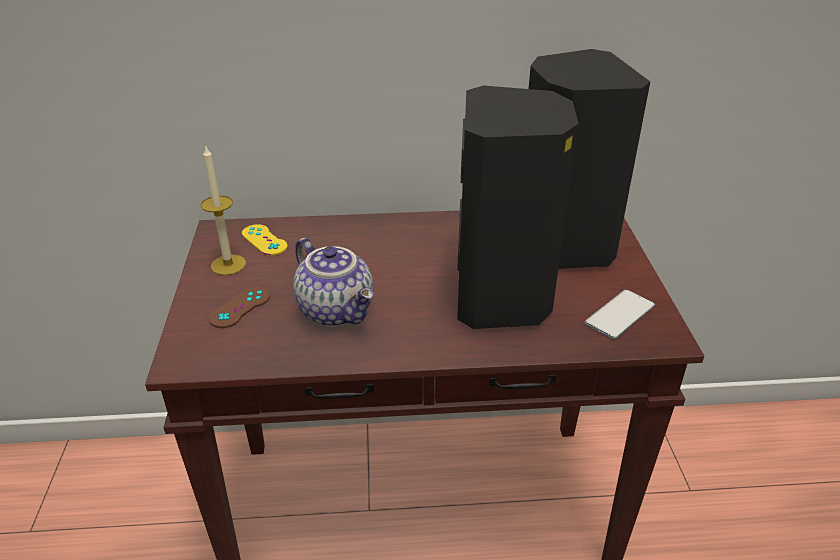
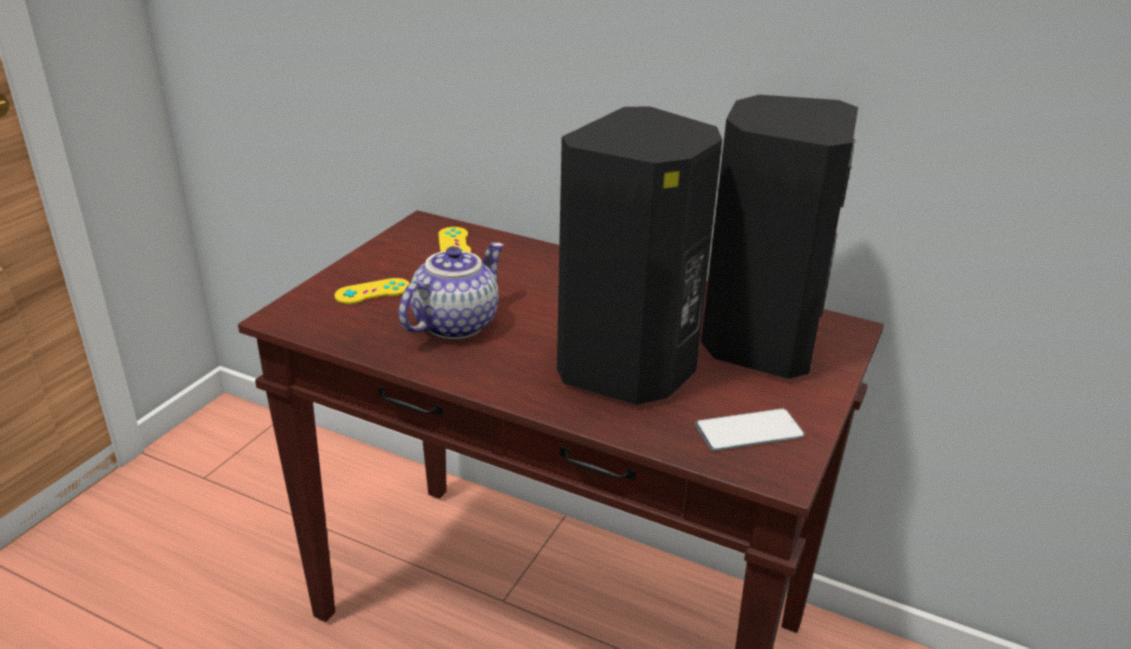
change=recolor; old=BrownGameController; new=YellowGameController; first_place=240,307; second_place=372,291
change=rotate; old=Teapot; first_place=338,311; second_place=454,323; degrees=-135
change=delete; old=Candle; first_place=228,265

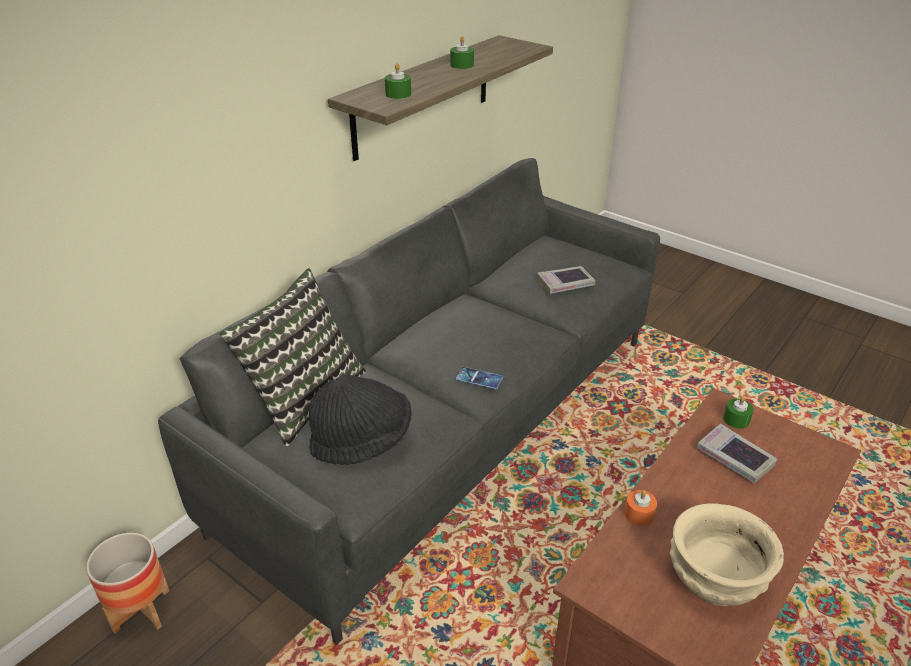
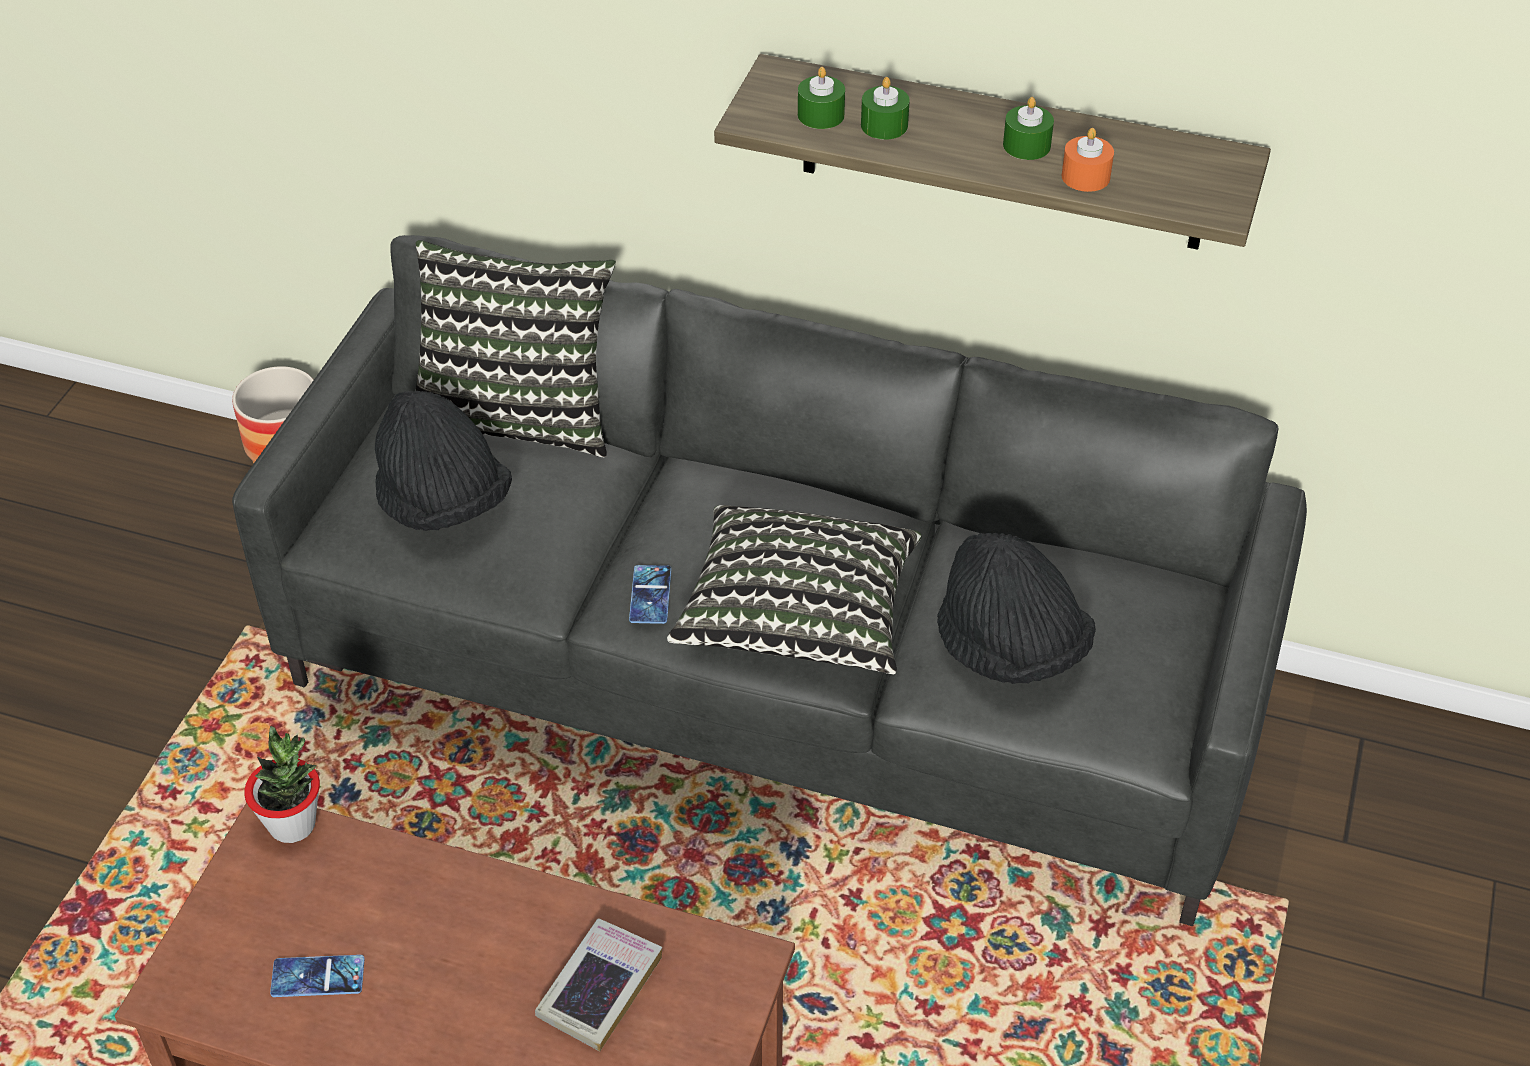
change=insert; new=PottedPlant; second_place=293,824
change=replace; old=BeigeBowl; new=Phone; first_place=713,577; second_place=318,976
change=insert; new=Pillow; second_place=798,619
change=move; old=GreenCandle; first_place=736,419; second_place=884,125
change=replace; old=Book; new=BlackHat; first_place=565,284; second_place=1010,648
change=move; old=OrangeCandle; first_place=639,514; second_place=1085,176

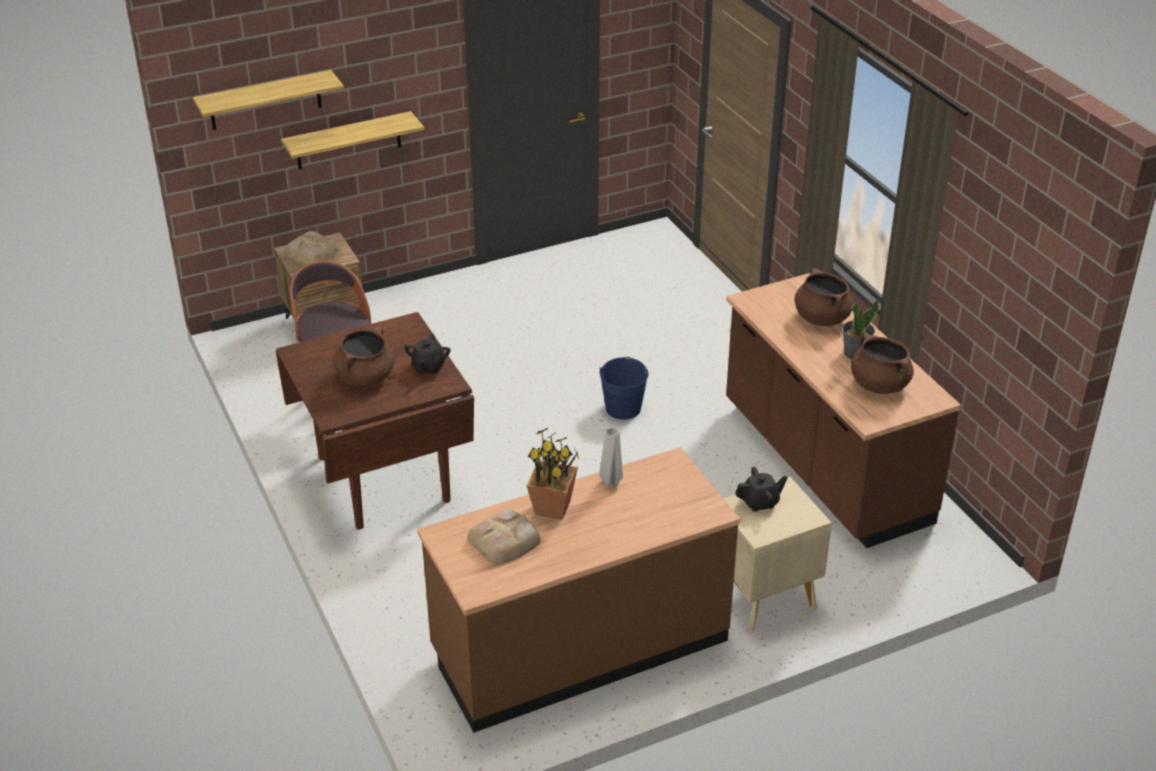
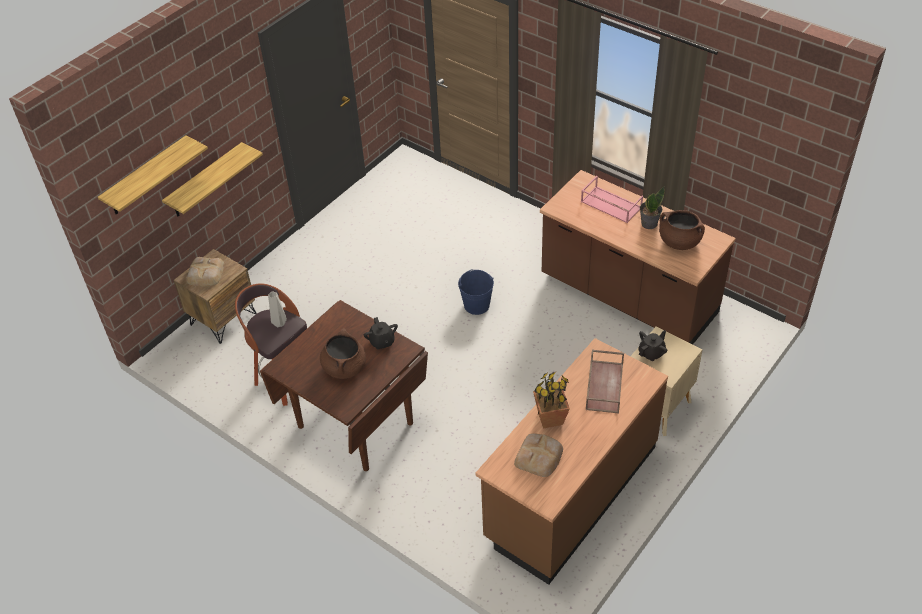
change=move; old=GreyVase; first_place=610,482; second_place=279,324
change=replace; old=BrownCookingPot; new=PinkTray; first_place=821,318; second_place=610,204
change=insert; new=BrownTray; second_place=603,386

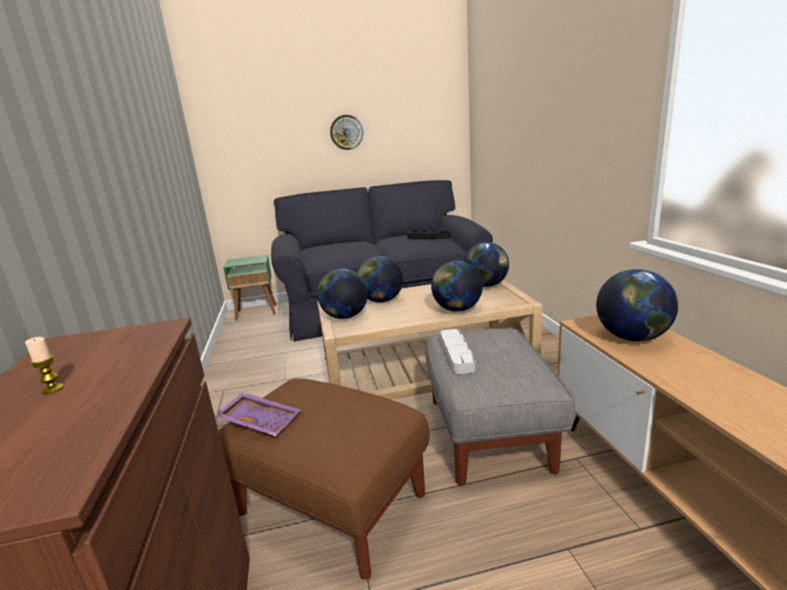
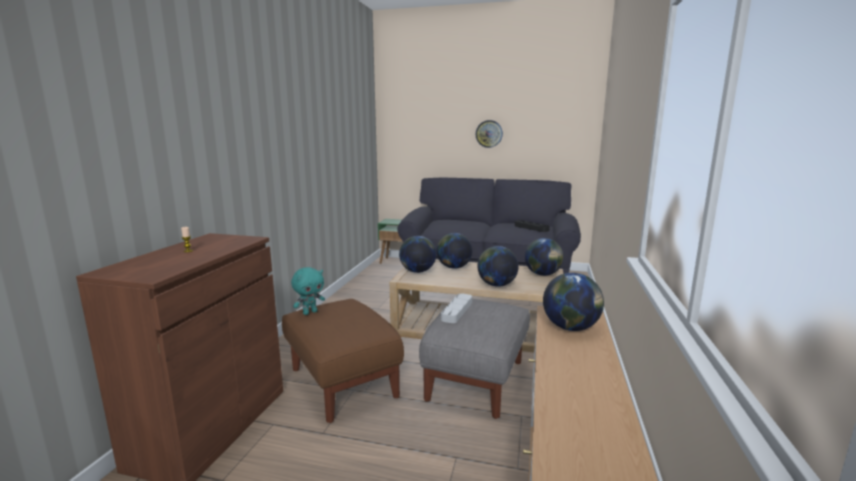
change=replace; old=PurpleTray; new=TurquoisePlushToy; first_place=261,421; second_place=310,312

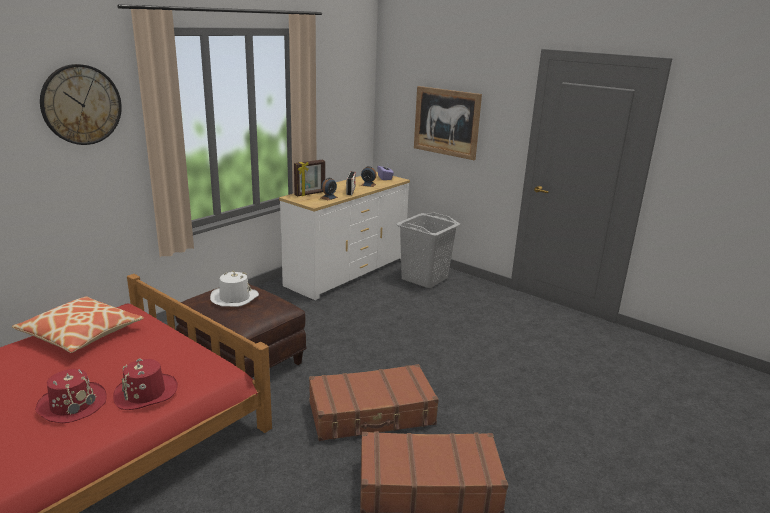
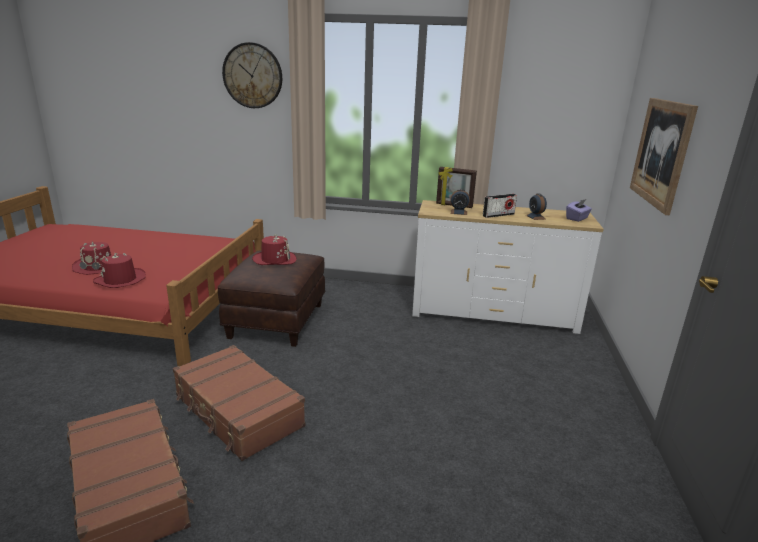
change=recolor; old=WhiteHat; new=RedHat; first_place=234,298; second_place=275,260
change=delete; old=Pillow; first_place=81,333
change=delete; old=GreyLaundryBasket; first_place=425,278

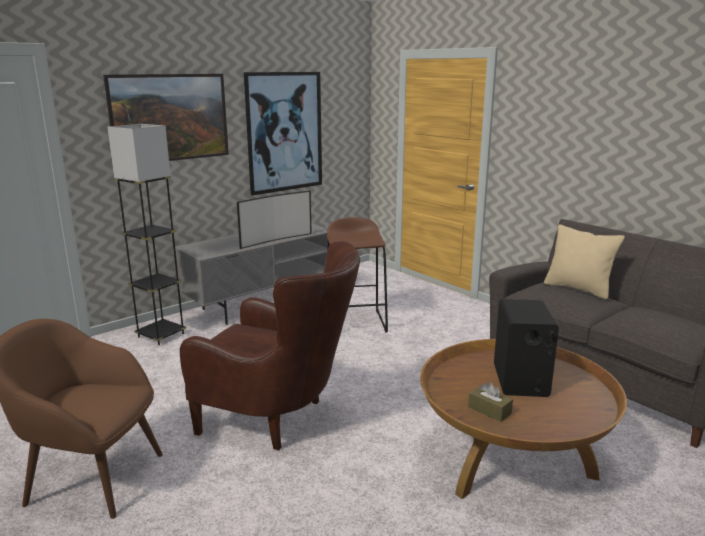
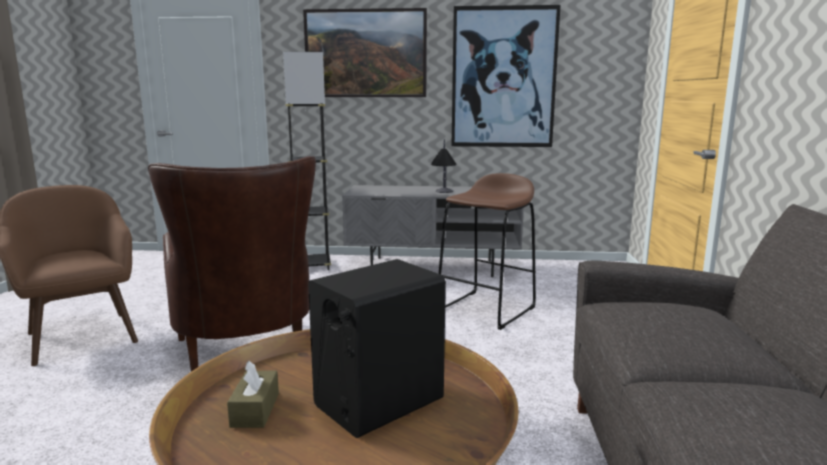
change=replace; old=Television; new=TableLamp; first_place=275,240; second_place=443,194
change=delete; old=BeigePillow; first_place=578,289

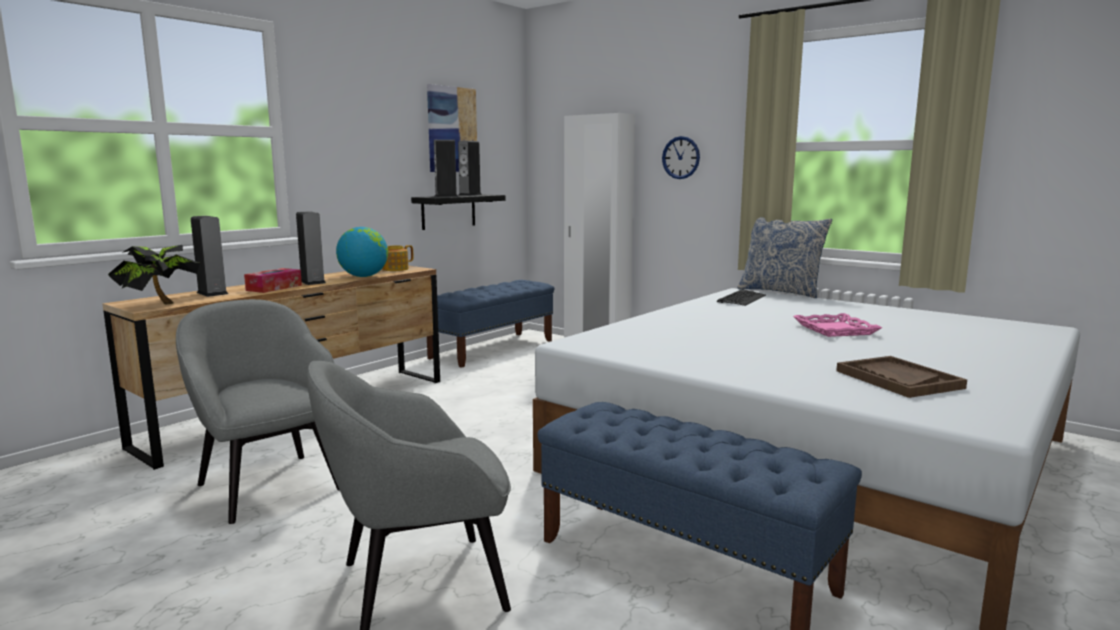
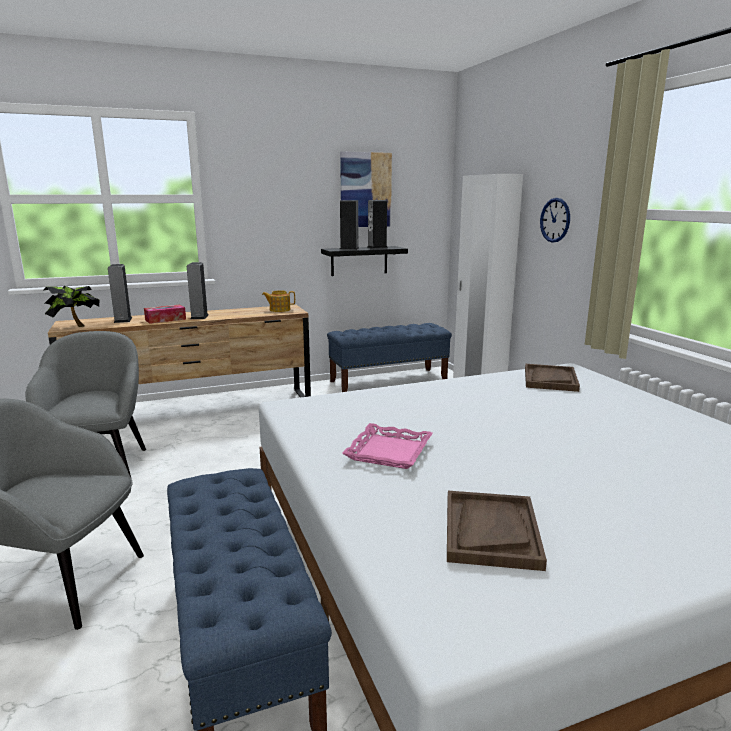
change=move; old=PinkTray; first_place=836,330; second_place=389,452
change=replace; old=Keyboard; new=BrownTray; first_place=741,299; second_place=550,379
change=delete; old=Globe; first_place=363,276
change=delete; old=Pillow; first_place=780,292

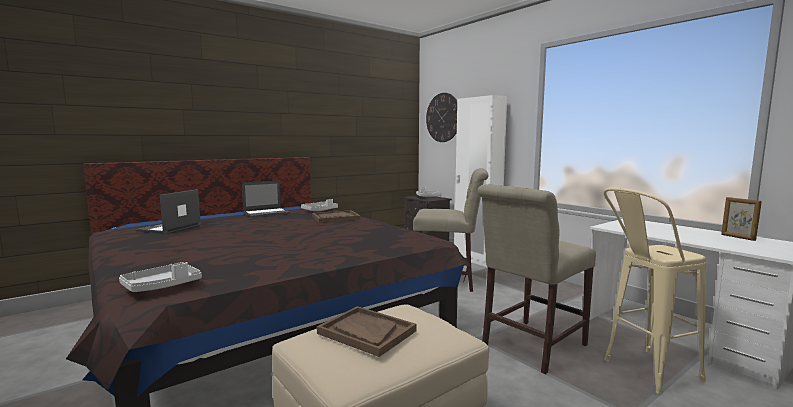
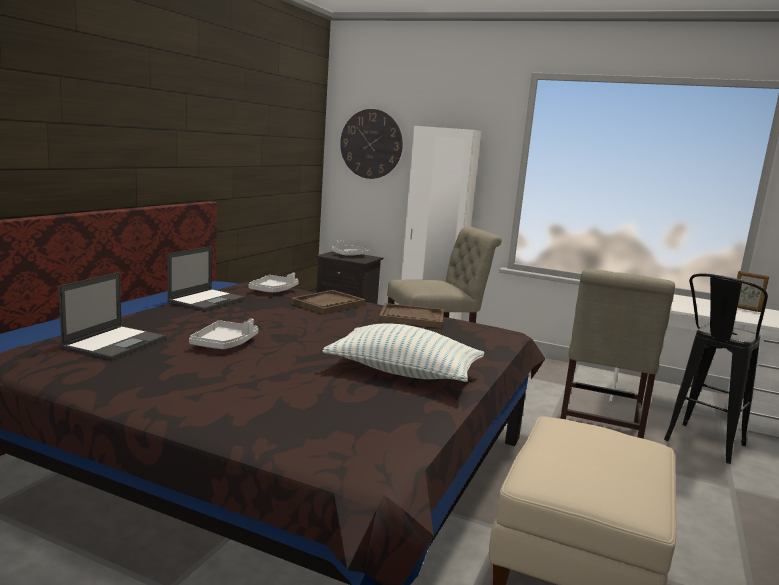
change=rotate; old=Laptop; first_place=169,227; second_place=116,343; degrees=-150
change=move; old=GreyTray; first_place=162,286; second_place=225,344
change=insert; new=Pillow; second_place=403,372
change=move; old=BrownTray; first_place=366,332; second_place=411,318
change=recolor; old=BeigeStool; new=BlackStool; first_place=642,373; second_place=700,447

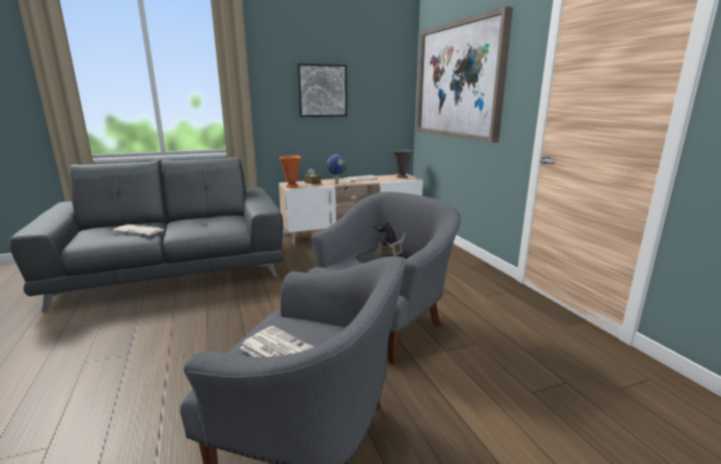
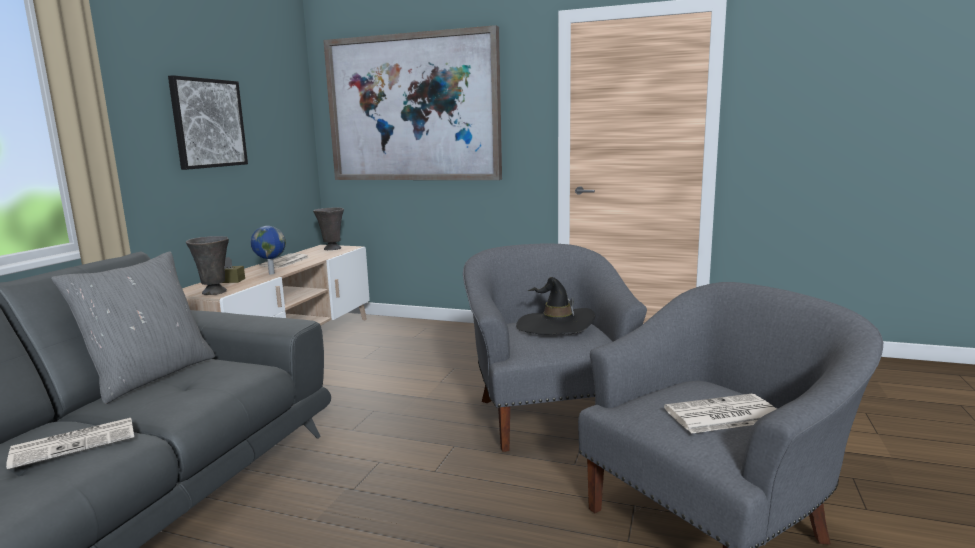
change=insert; new=GreyPillow; second_place=150,376
change=recolor; old=OrangeVase; new=GreyVase; first_place=292,187; second_place=215,292

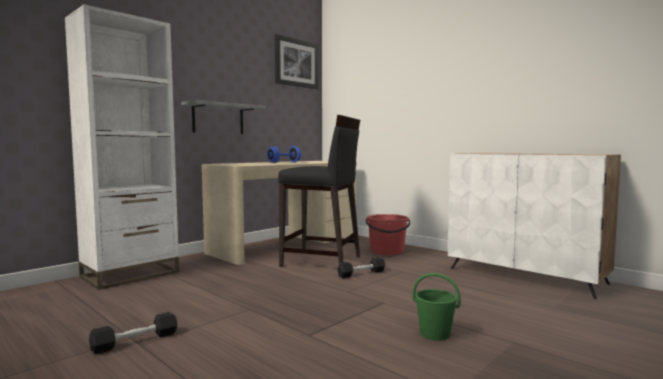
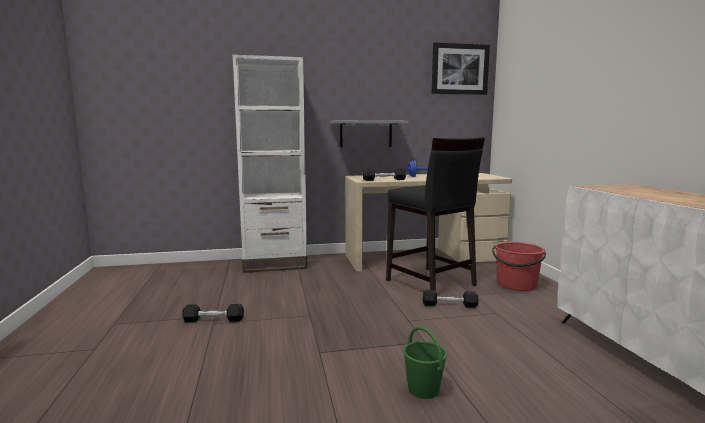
change=insert; new=BlackDumbbell; second_place=384,180

